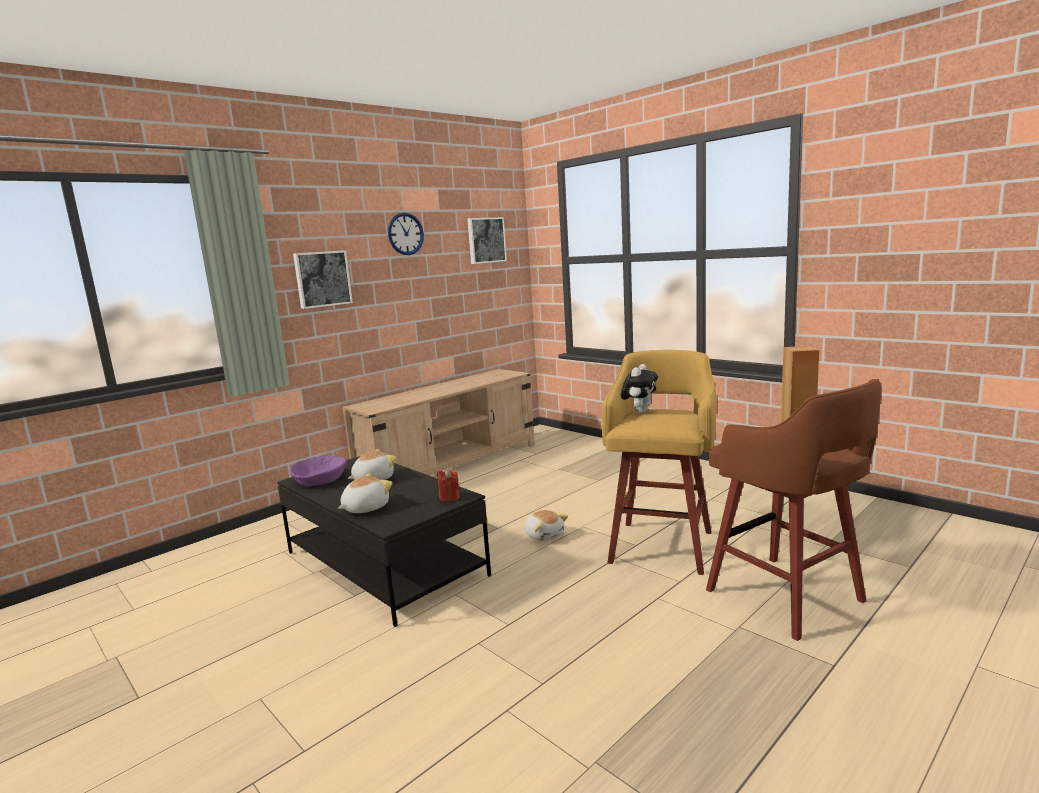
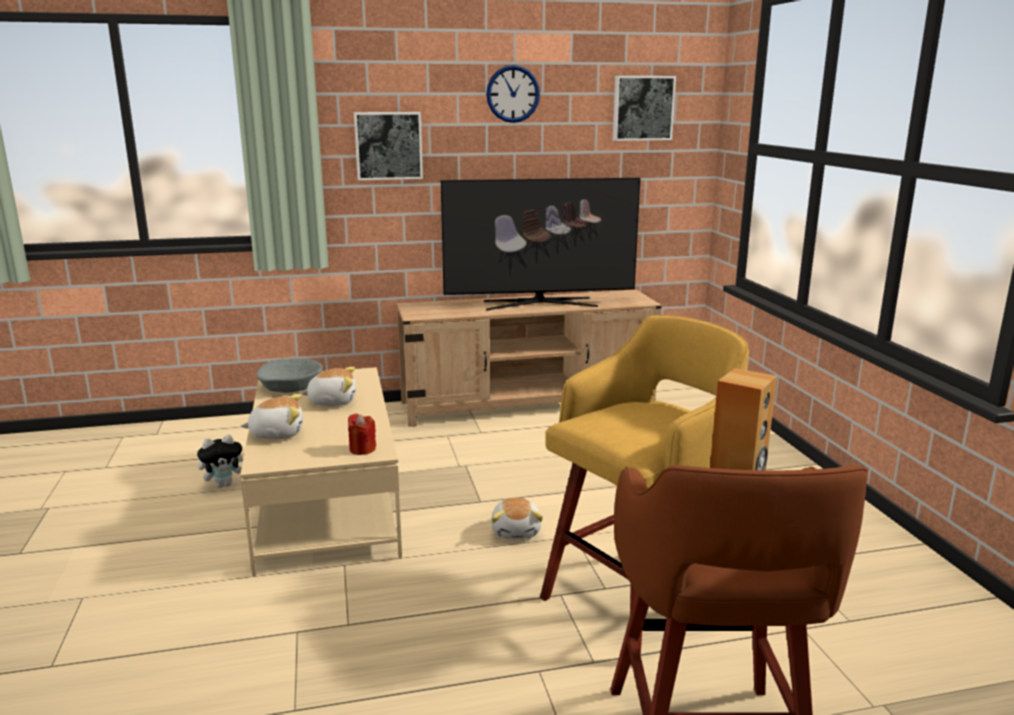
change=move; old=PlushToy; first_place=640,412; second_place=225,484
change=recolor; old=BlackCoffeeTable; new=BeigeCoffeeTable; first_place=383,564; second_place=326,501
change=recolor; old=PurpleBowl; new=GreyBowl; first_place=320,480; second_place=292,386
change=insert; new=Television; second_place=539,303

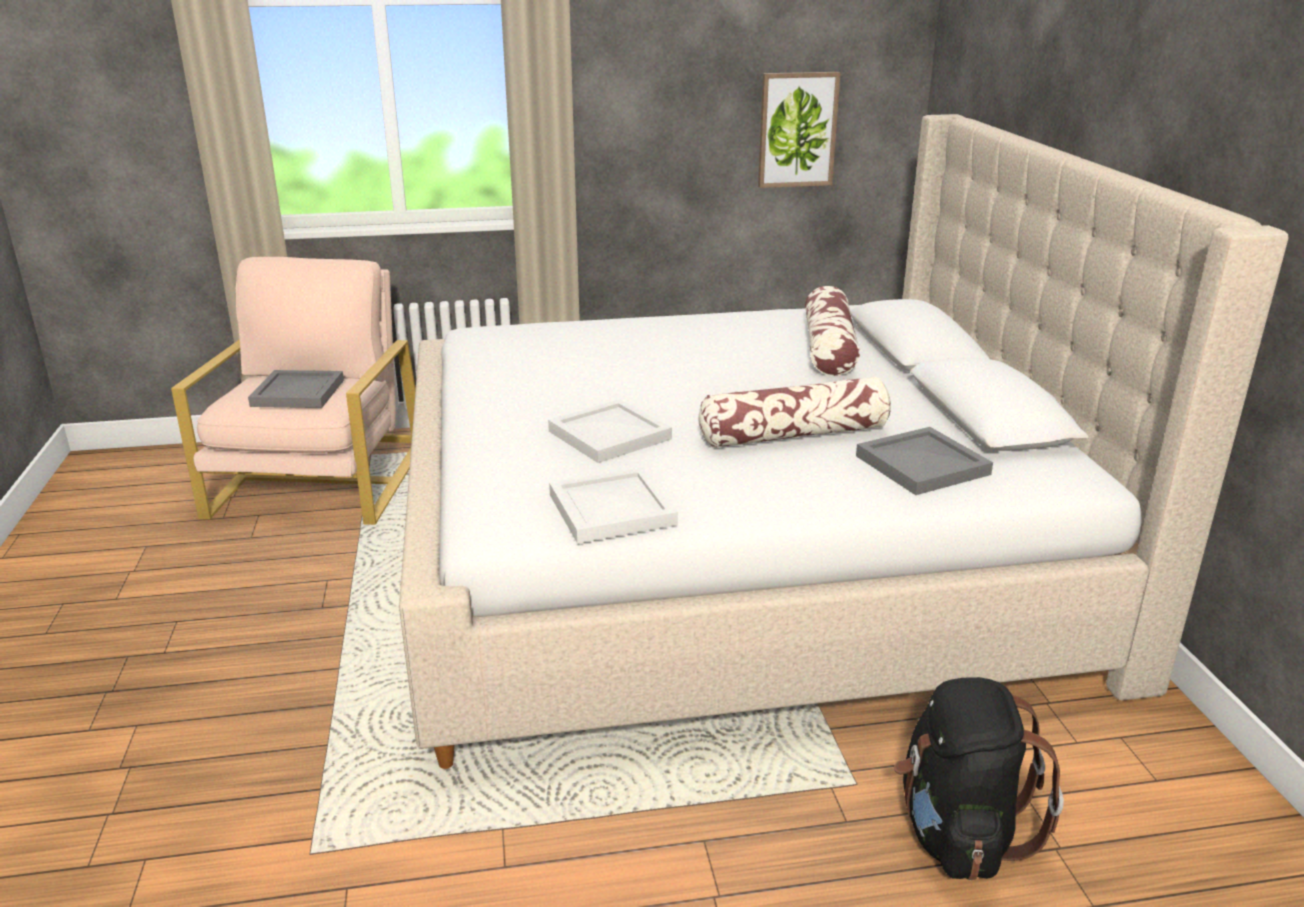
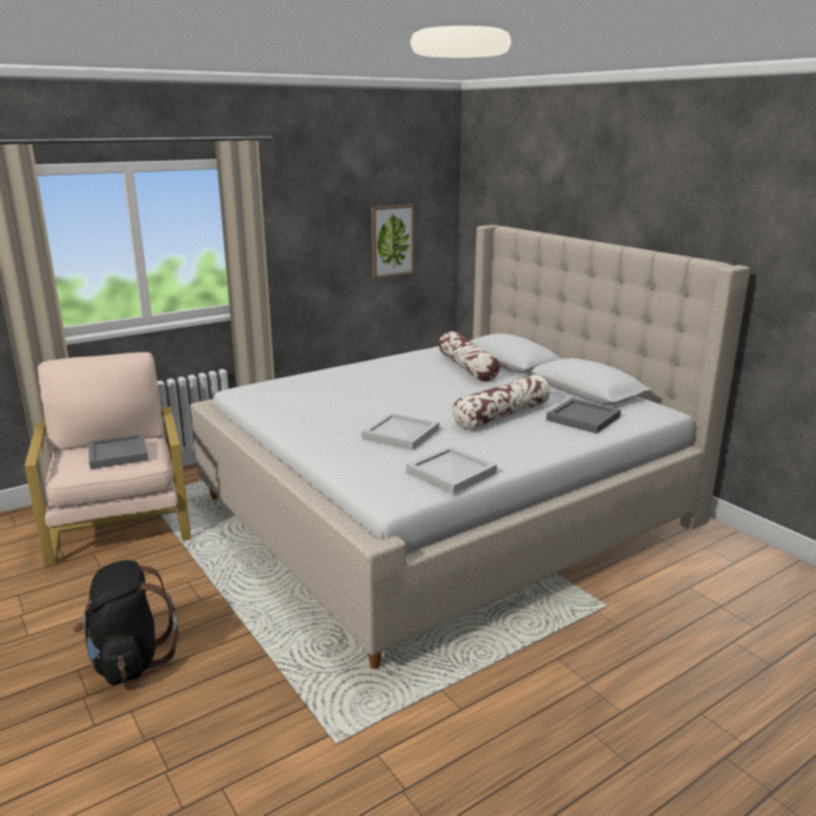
change=move; old=BlackBackpack; first_place=958,833; second_place=129,660

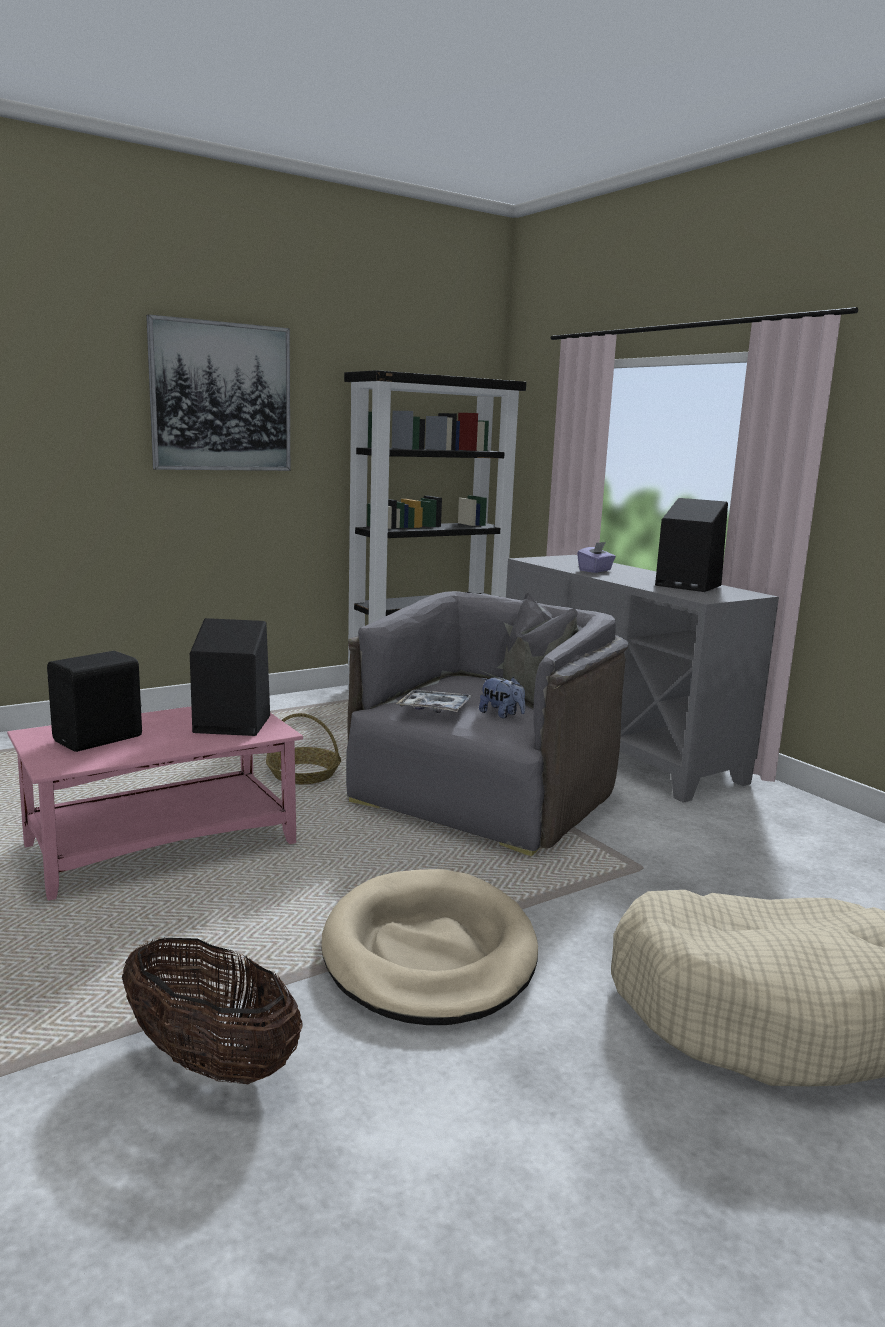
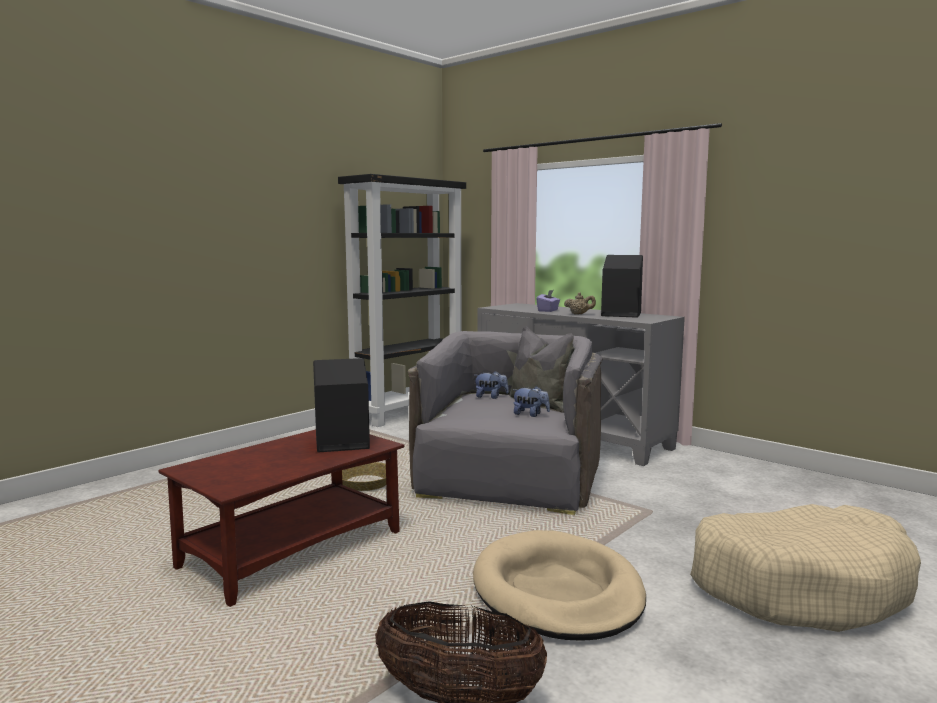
change=recolor; old=PinkCoffeeTable; new=BrownCoffeeTable; first_place=163,844; second_place=293,549
change=insert; new=PlushToy; second_place=490,397
change=insert; new=BeigeTeapot; second_place=579,314
change=delete; old=BlackSpeaker; first_place=100,739
change=delete; old=Picture; first_place=221,397
change=delete; old=Tray; first_place=434,708

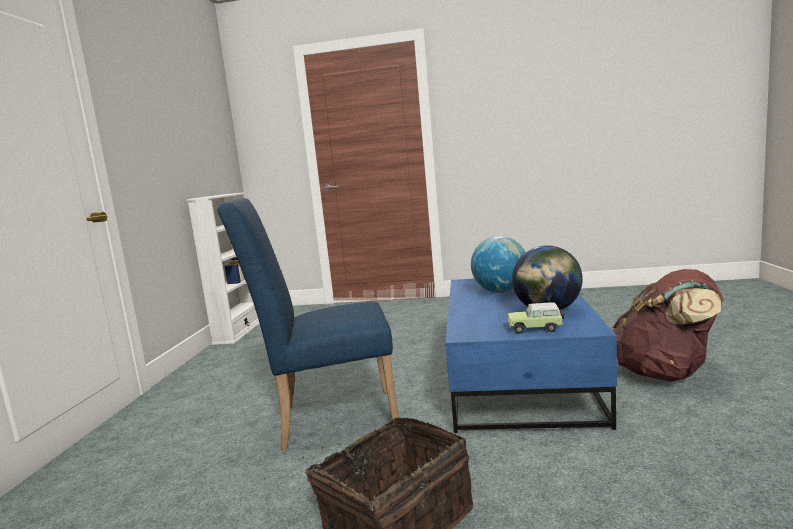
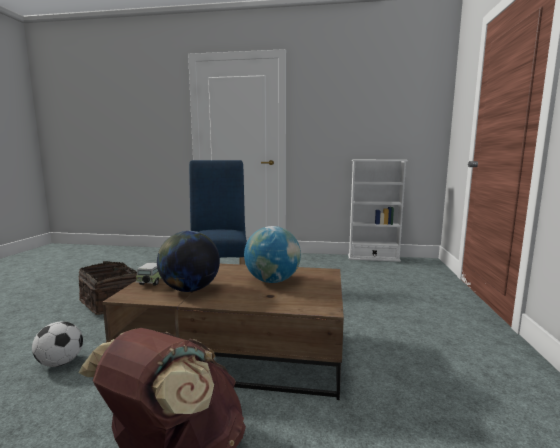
change=insert; new=Football; second_place=60,363
change=recolor; old=BlueCoffeeTable; new=BrownCoffeeTable; first_place=519,375; second_place=236,351

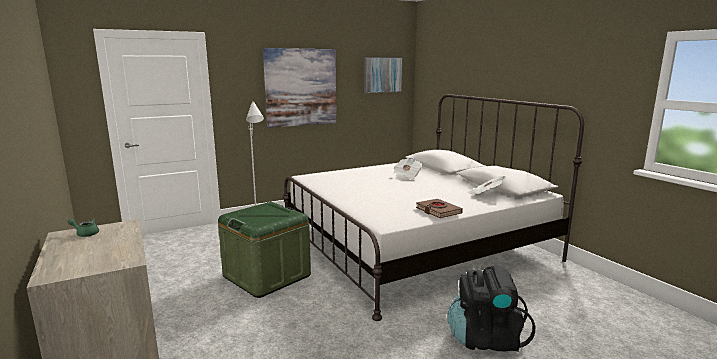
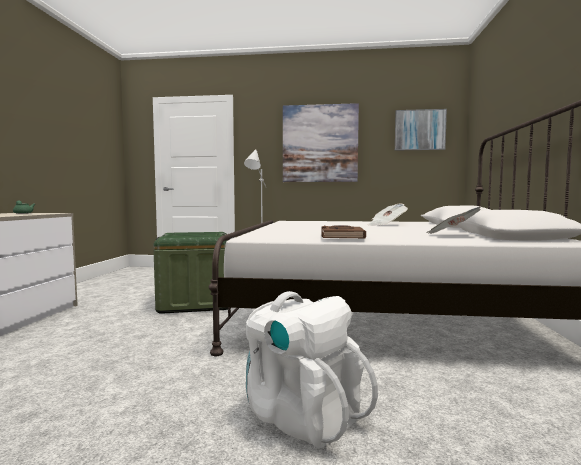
change=recolor; old=BlackBackpack; new=WhiteBackpack; first_place=485,339; second_place=301,416

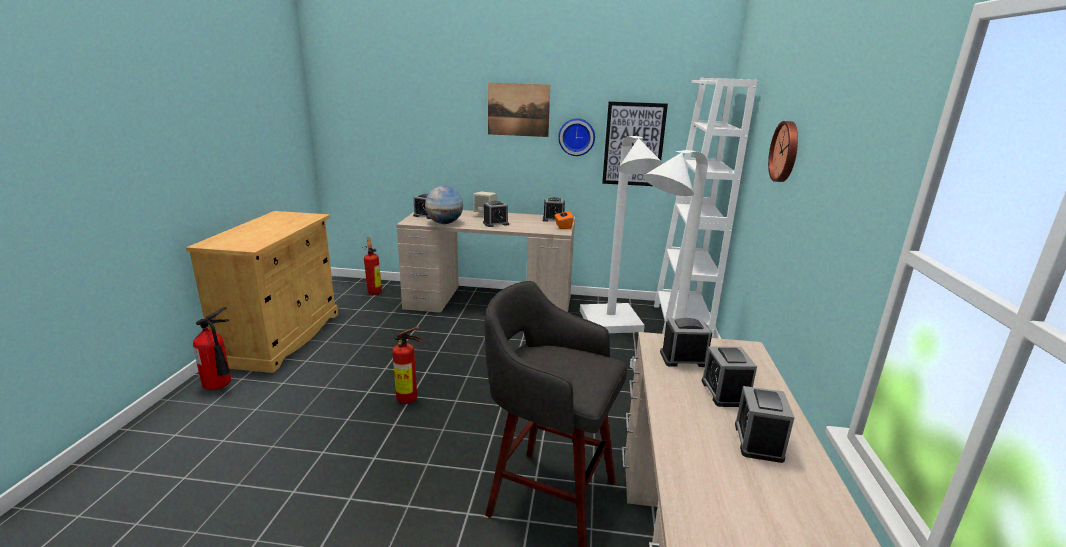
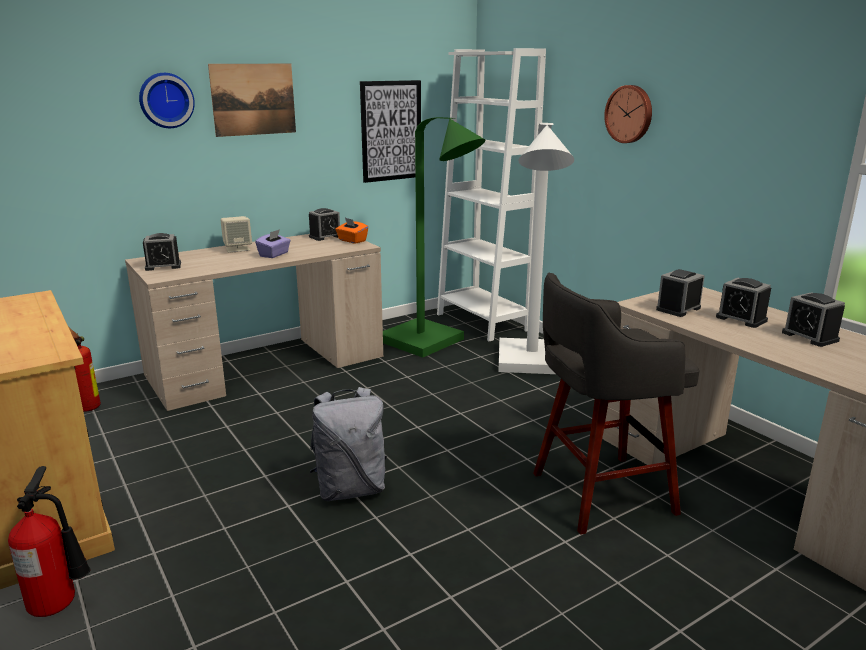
change=move; old=WallClock; first_place=576,137; second_place=166,100
change=replace; old=AlarmClock; new=PurpleTissueBox; first_place=495,224; second_place=274,254
change=replace; old=FireExtinguisher; new=GreyBackpack; first_place=410,399; second_place=350,489
change=recolor; old=WhiteFloorLamp; new=GreenFloorLamp; first_place=613,325; second_place=430,343
change=delete; old=Globe; first_place=445,223

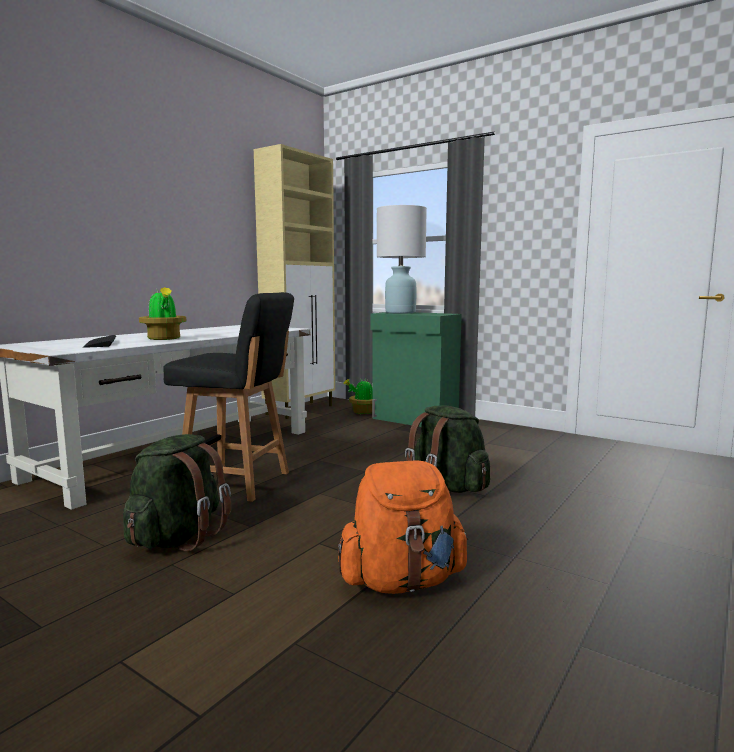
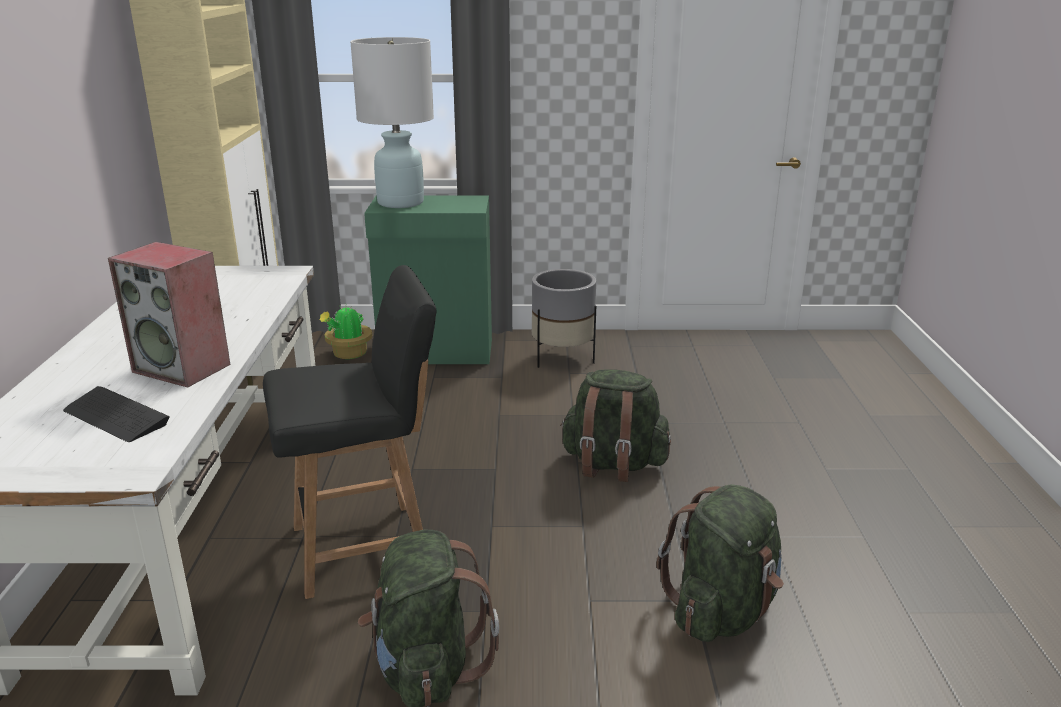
change=replace; old=PottedPlant; new=Speaker; first_place=164,339; second_place=183,368
change=insert; new=GreyPlanter; second_place=563,358
change=recolor; old=OrangeBackpack; new=GreenBackpack; first_place=402,581; second_place=722,612

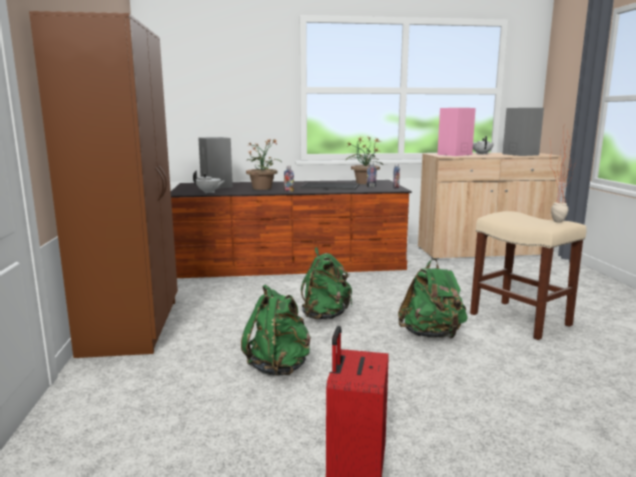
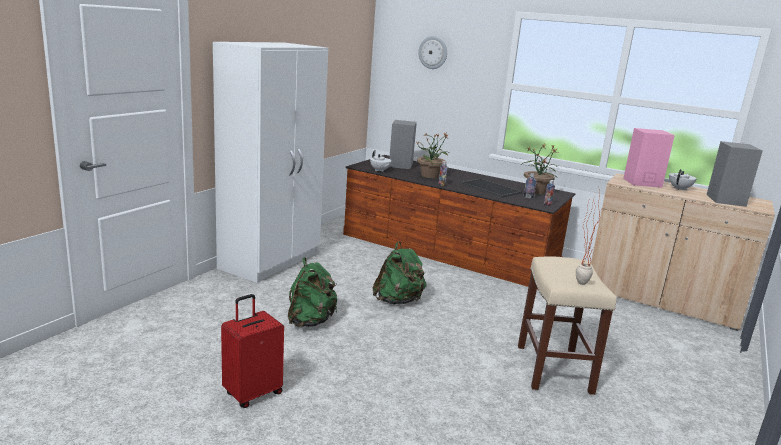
change=recolor; old=BrownWardrobe; new=WhiteWardrobe; first_place=133,326; second_place=271,261
change=insert; new=WallClock; second_place=433,52
change=delete; old=GreenBackpack; first_place=431,335

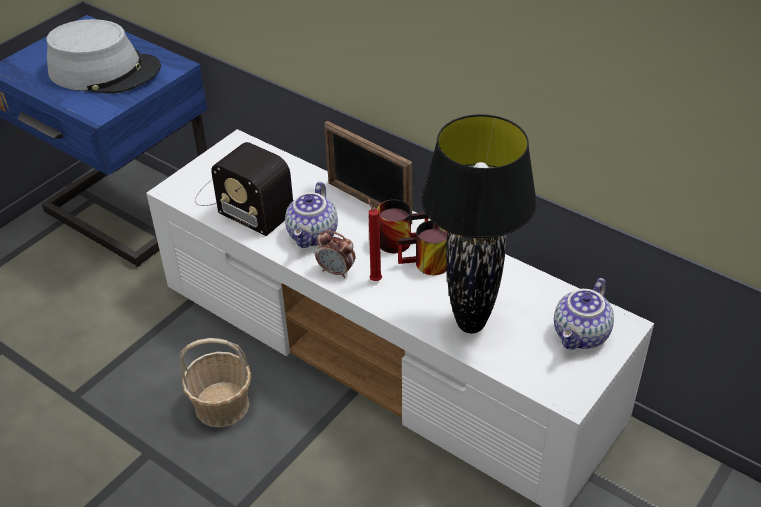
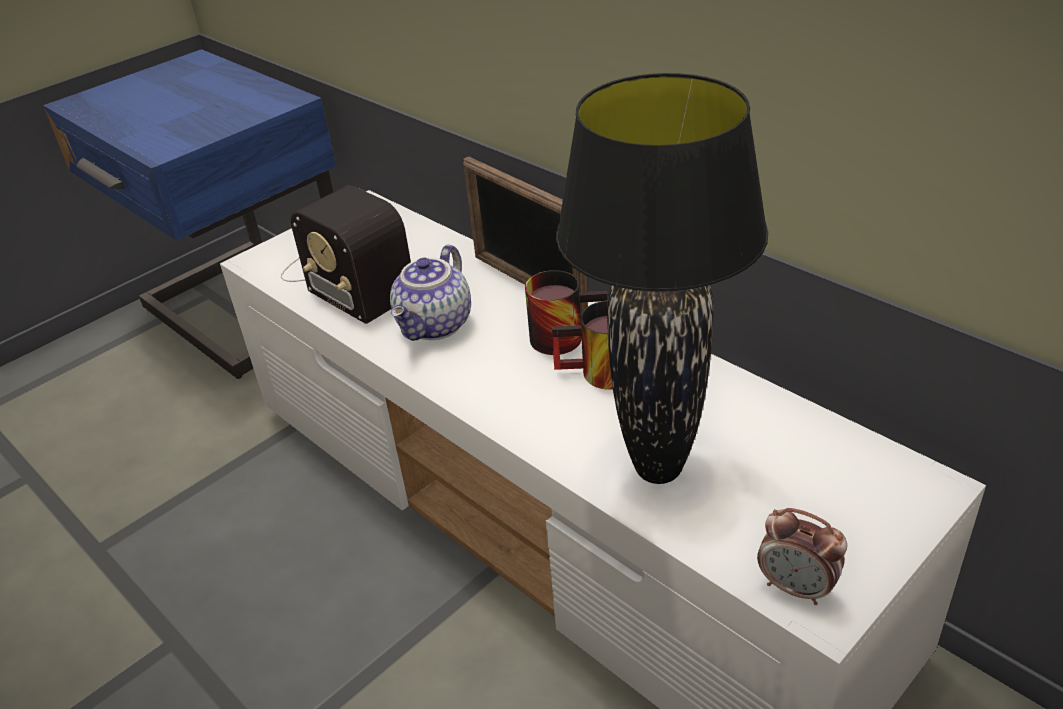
change=move; old=AlarmClock; first_place=336,271; second_place=796,588
change=delete; old=GreyHat; first_place=105,71
change=delete; old=Basket; first_place=222,405
change=delete; old=RedCandle; first_place=374,279
change=delete; old=Teapot; first_place=582,335

